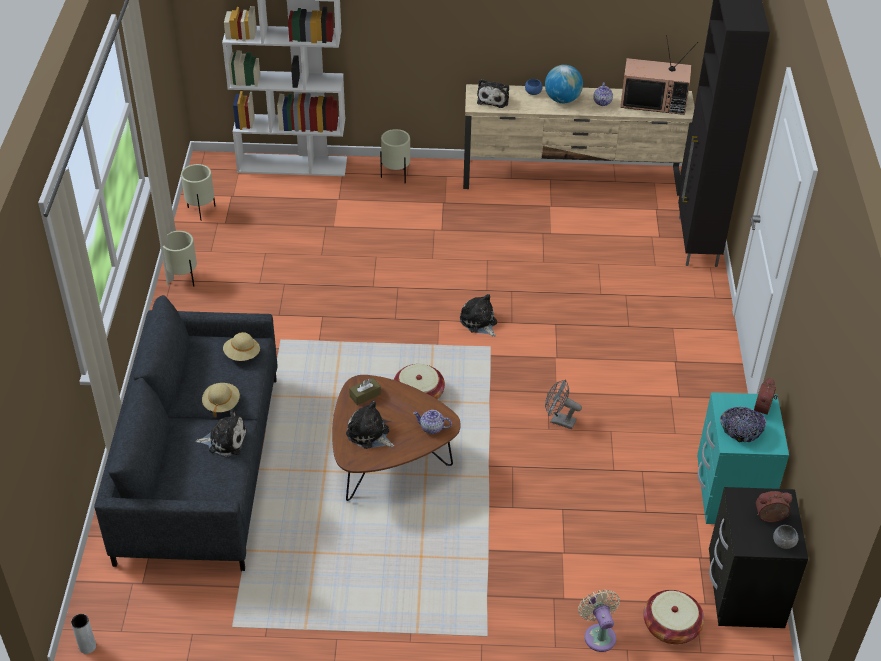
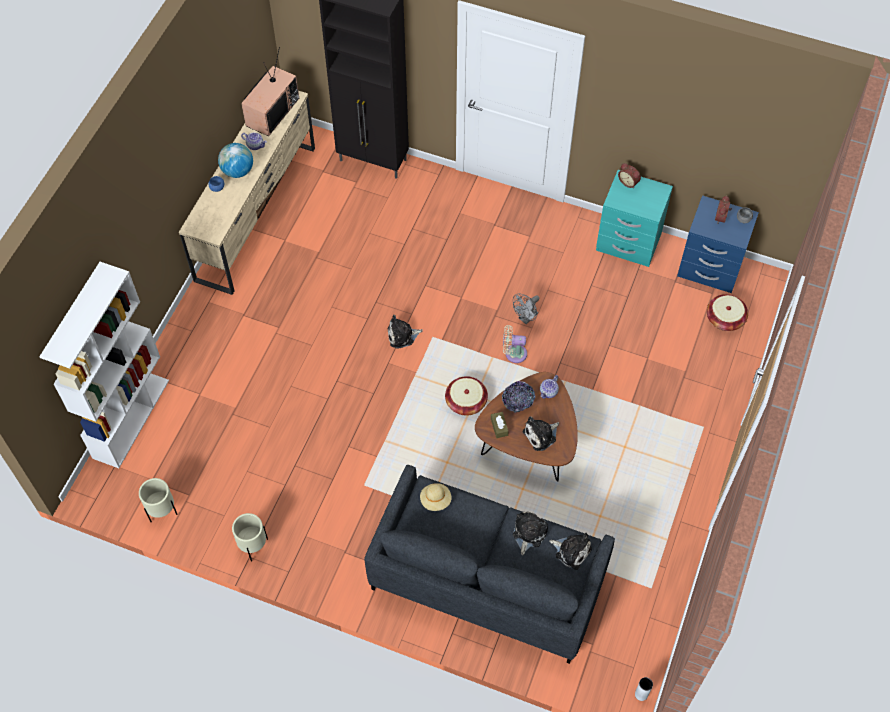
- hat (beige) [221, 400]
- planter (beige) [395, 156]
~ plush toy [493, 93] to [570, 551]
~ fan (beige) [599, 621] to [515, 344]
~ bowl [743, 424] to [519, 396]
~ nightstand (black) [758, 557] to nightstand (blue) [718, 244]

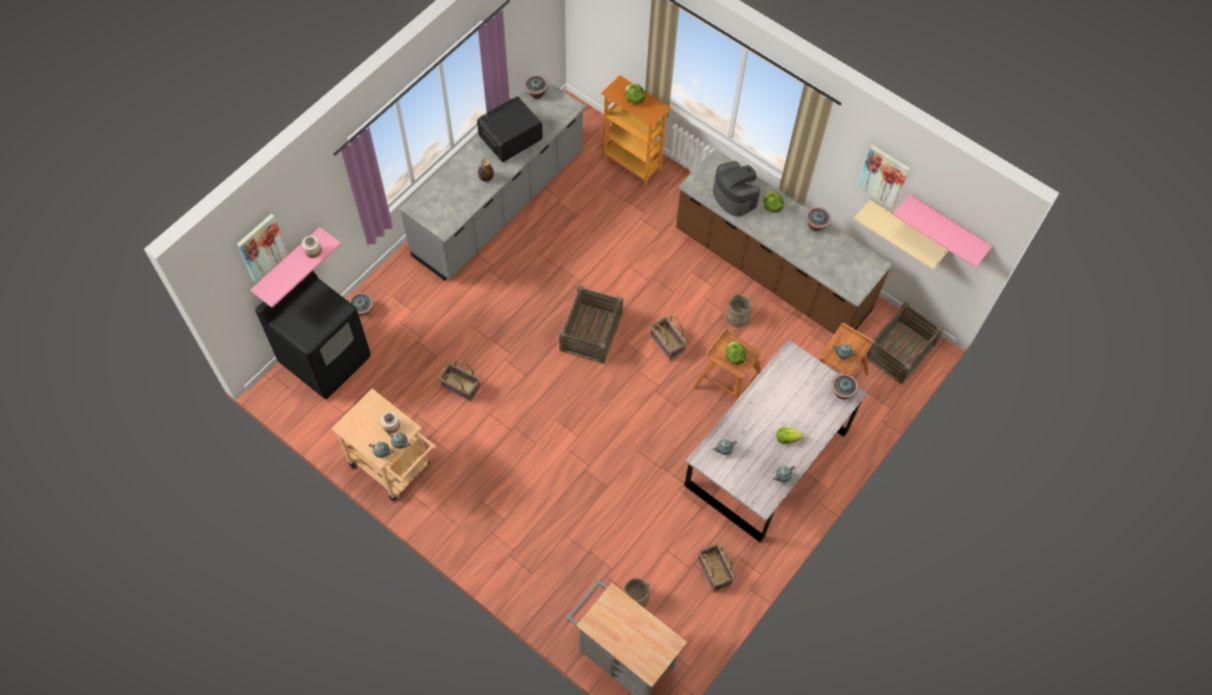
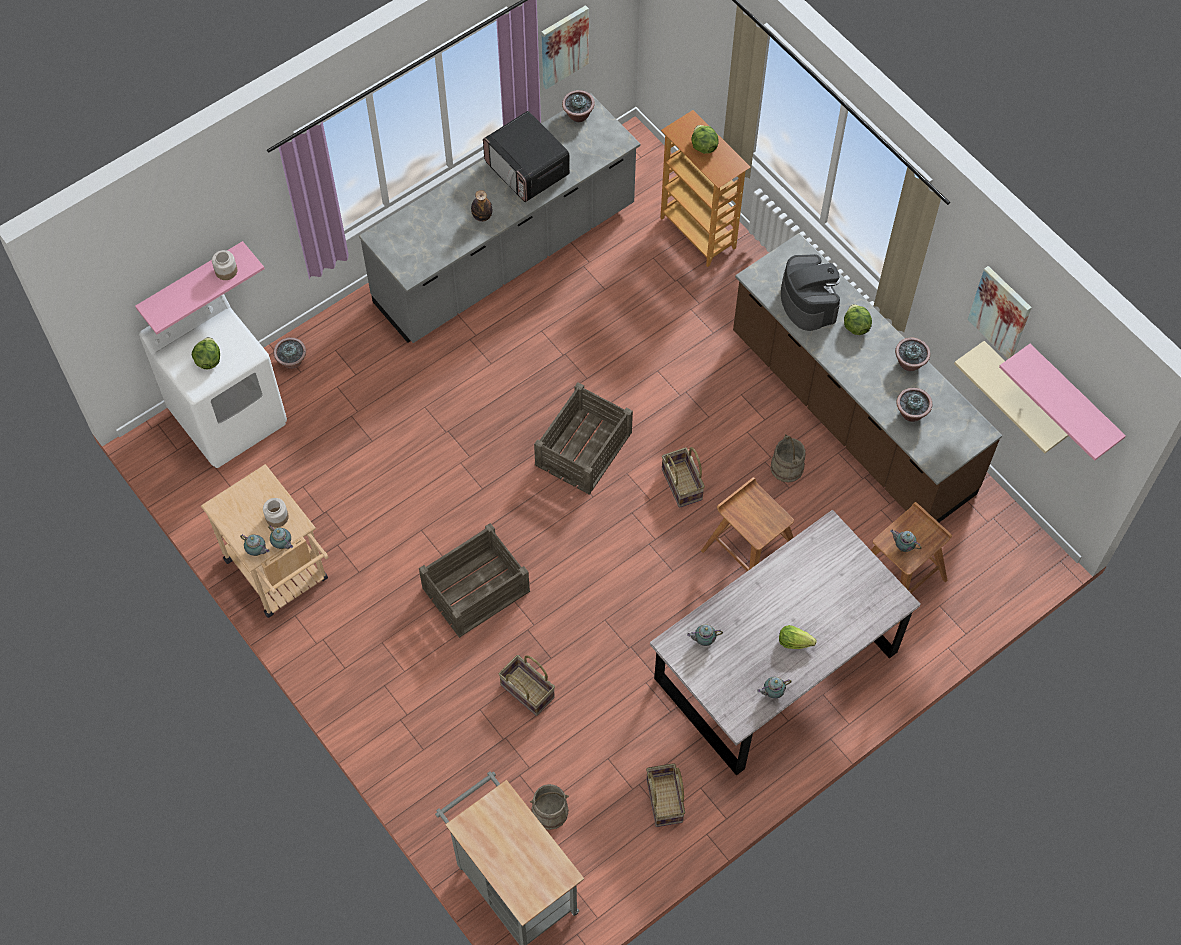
~ picture [263, 248] to [565, 47]
~ basket [459, 380] to [526, 685]
~ lettuce [735, 353] to [206, 353]
~ potted plant [844, 386] to [914, 405]
~ crate [905, 343] to [474, 580]
~ washing machine (black) [313, 335] to washing machine (white) [213, 381]
~ microwave [510, 129] = [526, 156] 105 degrees counterclockwise

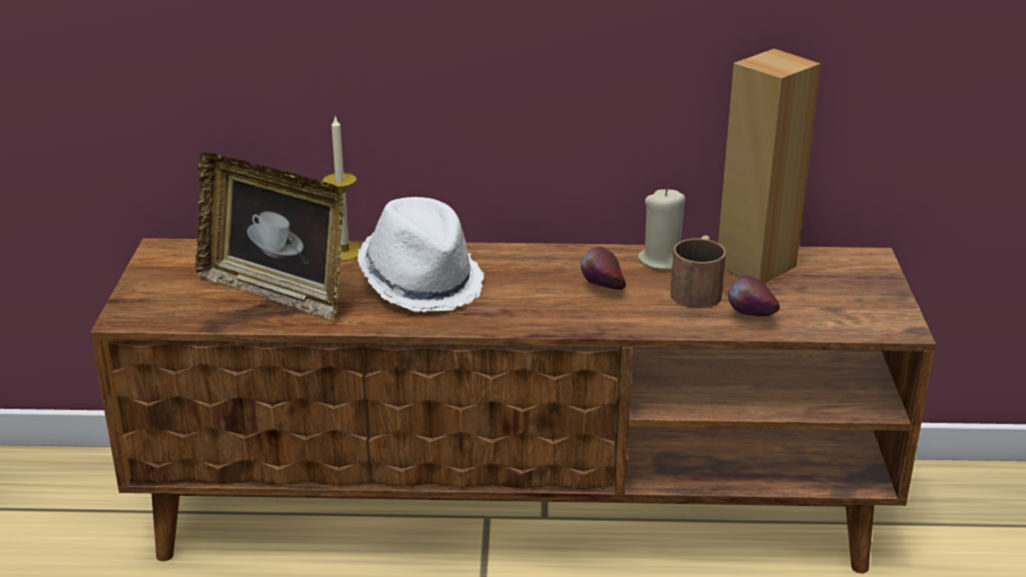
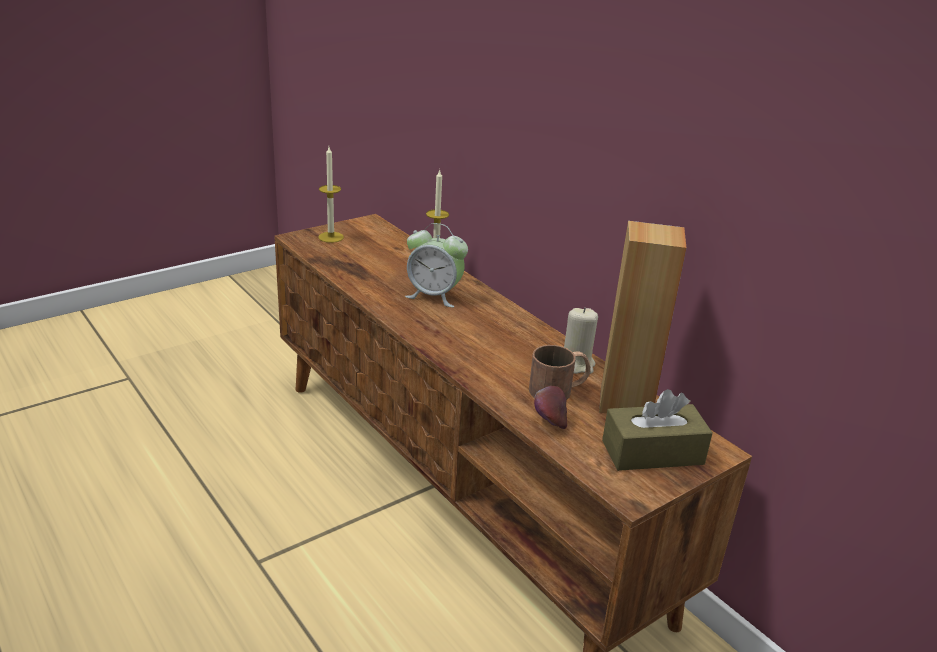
- picture frame [269, 237]
- apple [603, 268]
+ candle [331, 195]
+ tissue box (brown) [657, 430]
~ hat (white) [421, 254] to alarm clock [436, 265]

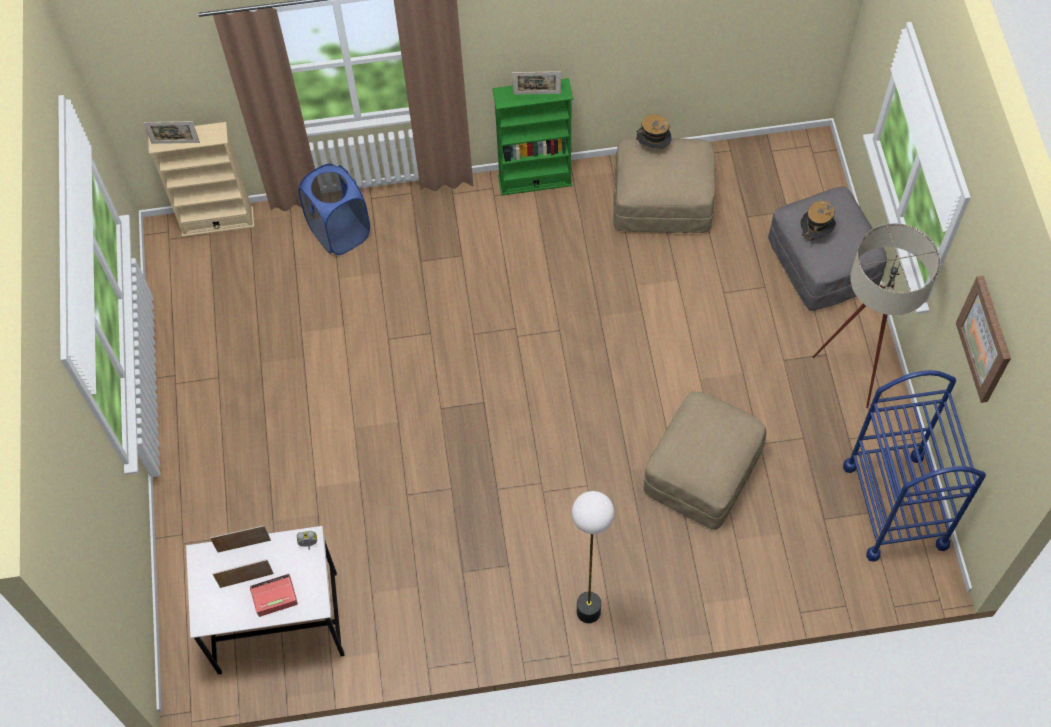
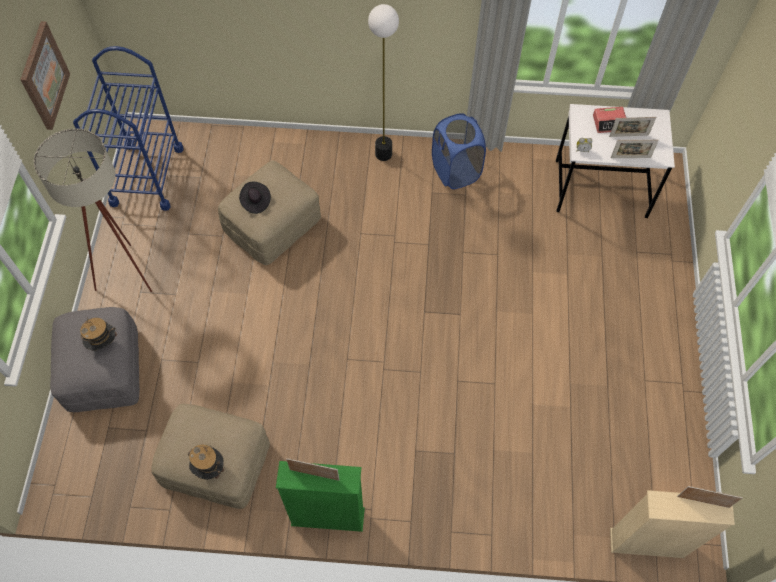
+ hat (black) [255, 198]
~ laundry basket (blue) [334, 209] to [459, 151]

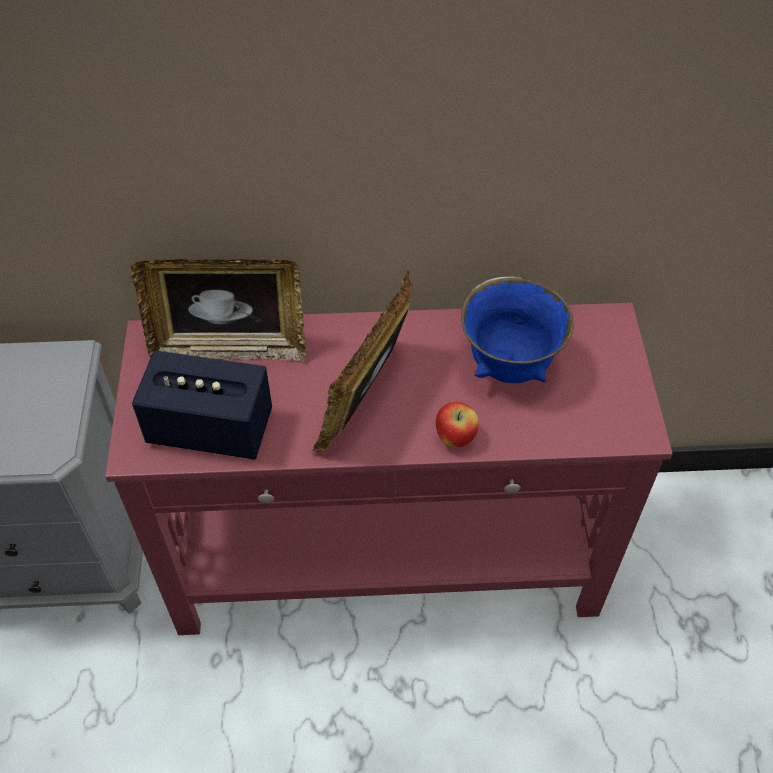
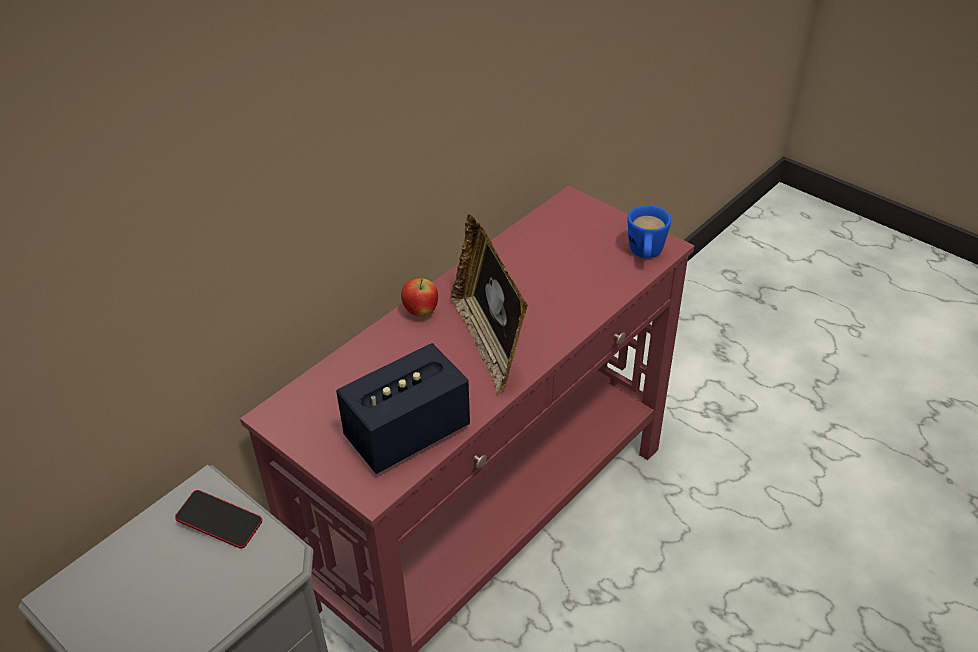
- picture frame [218, 310]
- bowl (blue) [517, 329]
+ phone [218, 519]
+ mug (blue) [649, 231]
~ apple [457, 425] to [419, 297]

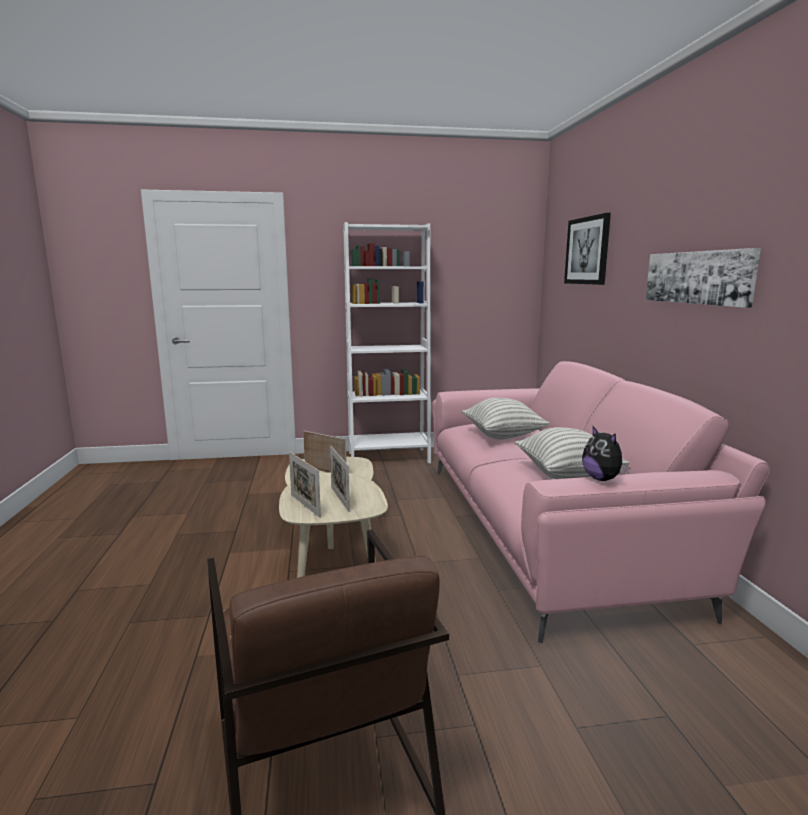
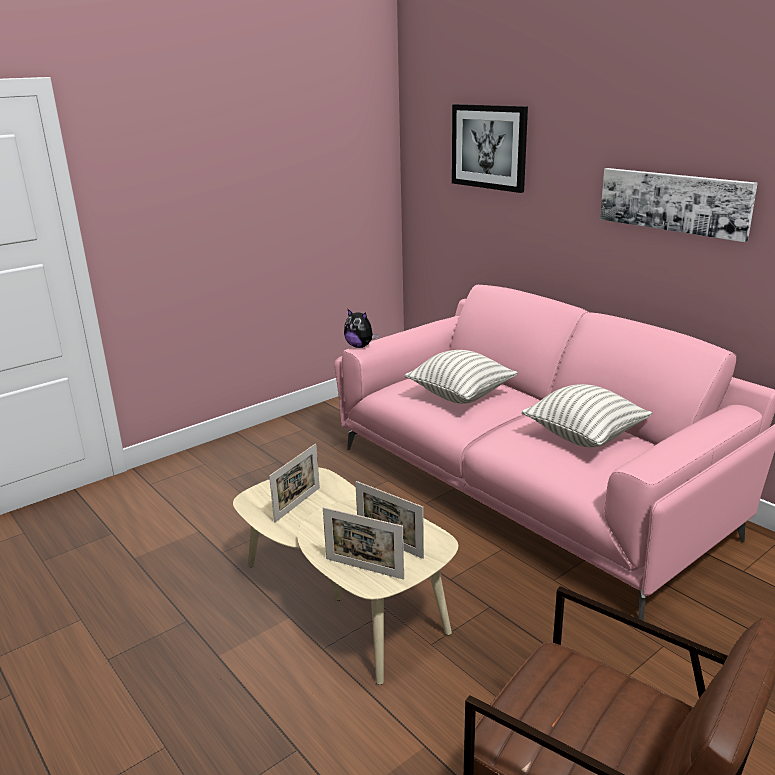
- bookcase (white) [387, 342]
~ plush toy [606, 453] to [361, 328]
~ picture frame [324, 452] = [294, 483] 120 degrees clockwise

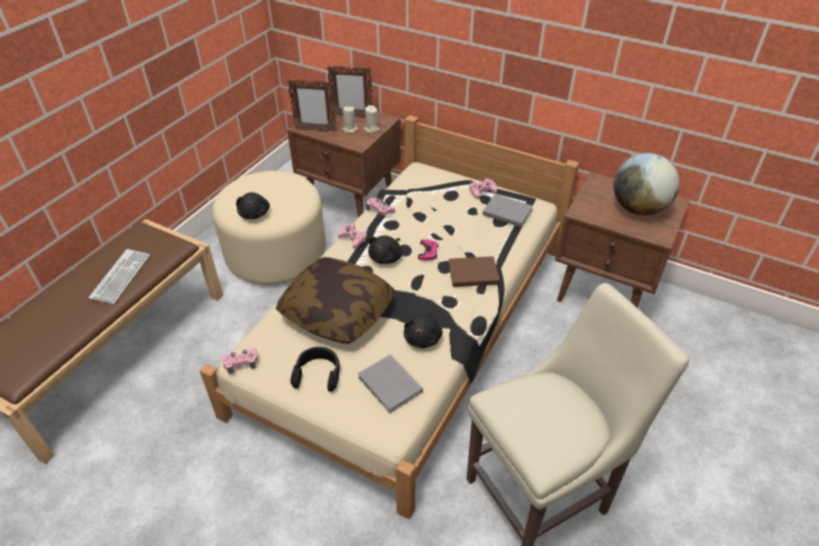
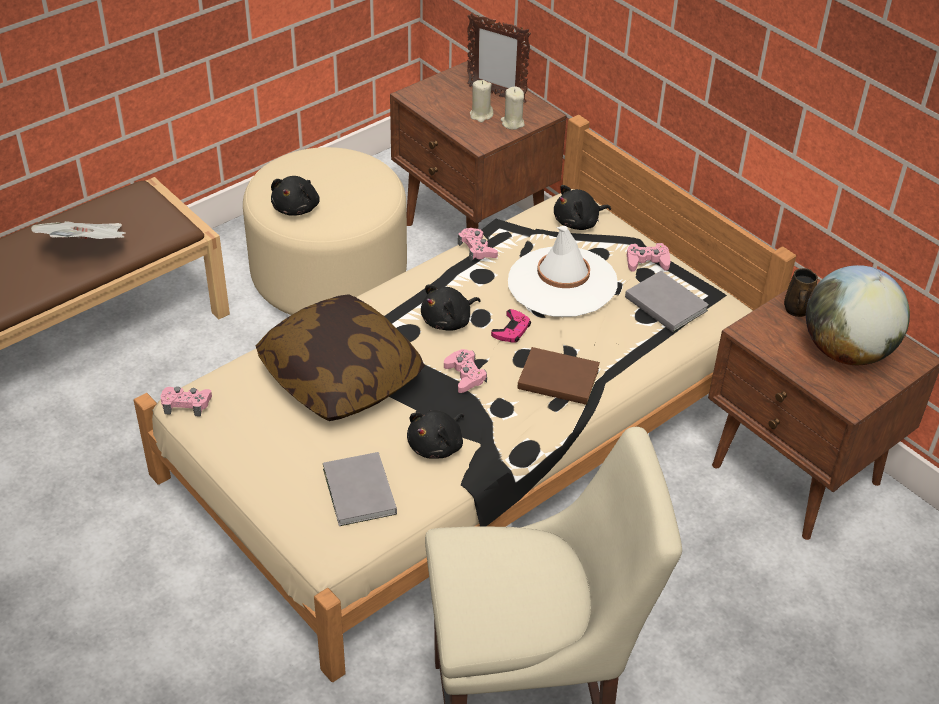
- picture frame [312, 106]
- headphones (black) [315, 369]
+ hat (white) [563, 271]
+ plush toy (black) [582, 207]
+ mug (brown) [801, 292]
~ game controller (pink) [352, 236] to [465, 371]
~ keyboard [119, 276] to newspaper [78, 230]

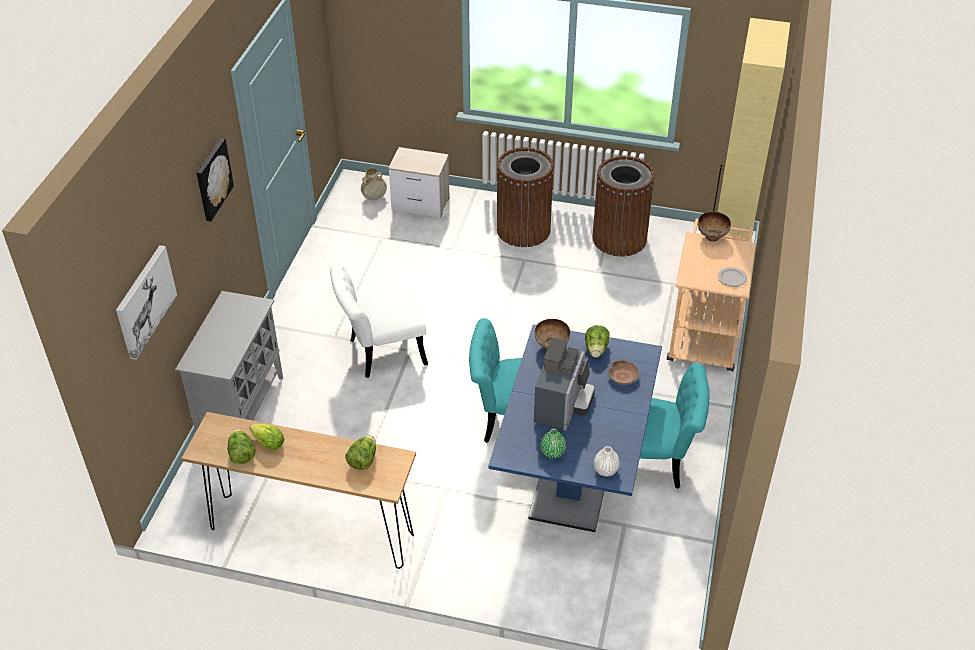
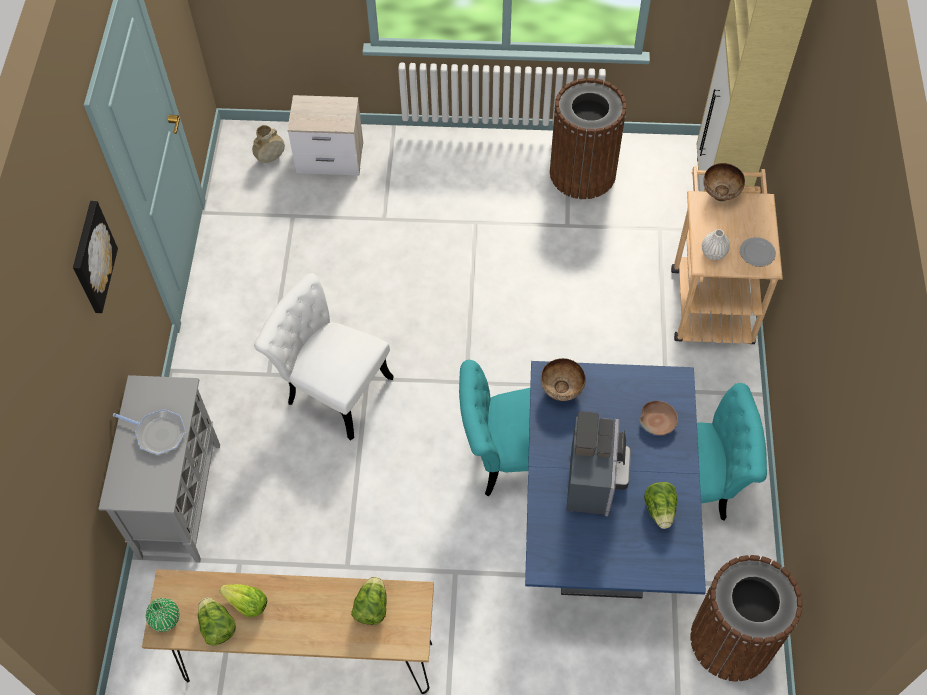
- picture [146, 302]
+ frying pan [149, 432]
~ trash can (brown) [525, 197] to [746, 618]
~ vase (green) [553, 443] to [162, 615]
~ lettuce [597, 341] to [661, 505]
~ vase (white) [607, 461] to [716, 244]
~ chair (white) [379, 320] = [324, 357] 60 degrees clockwise

